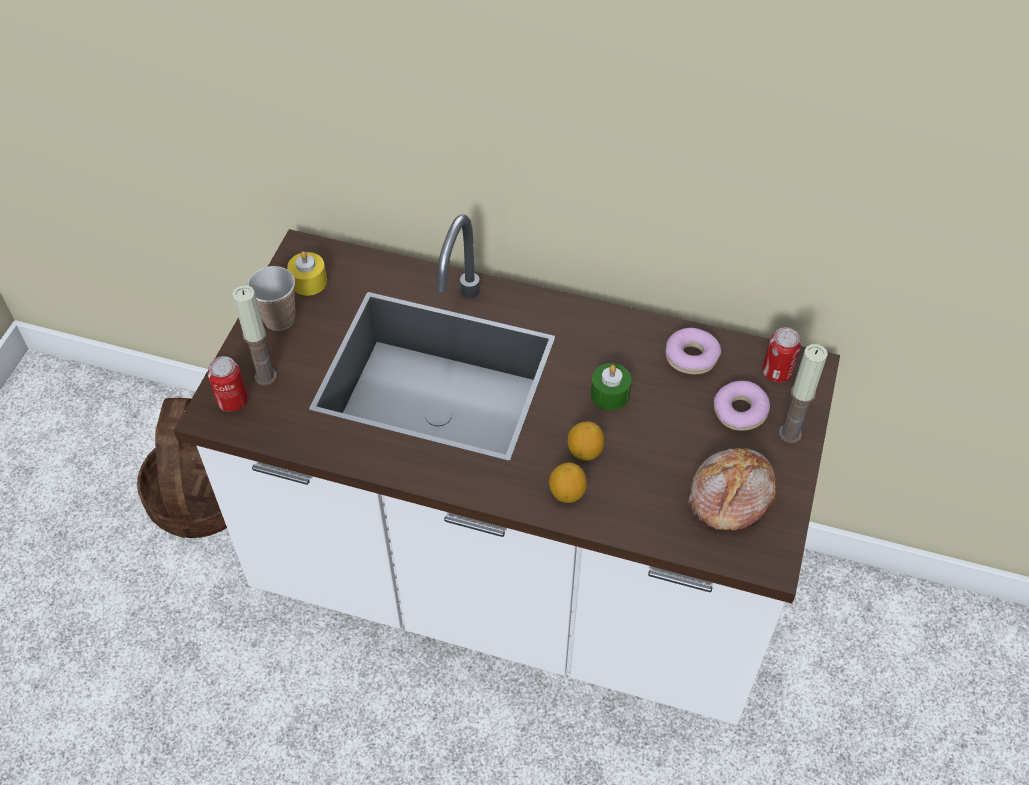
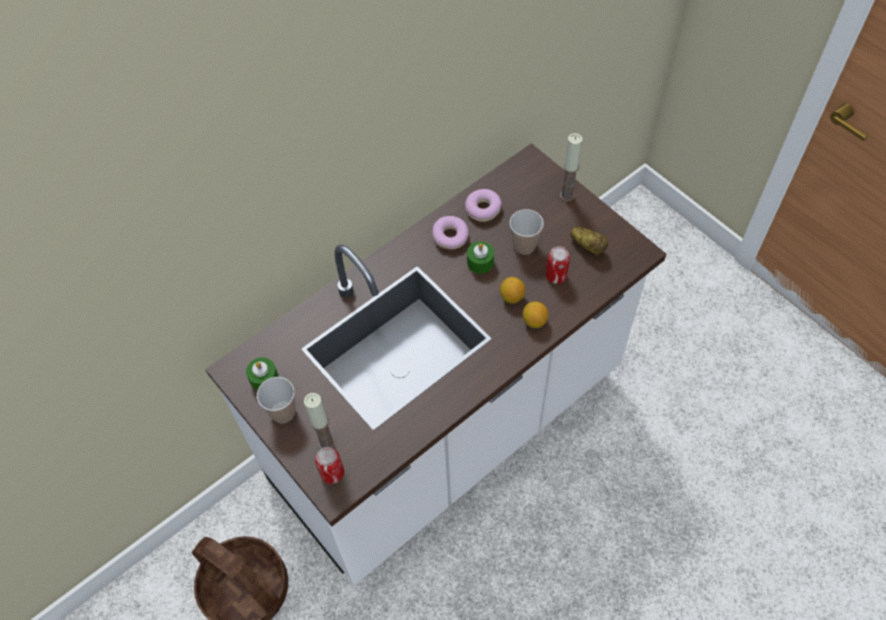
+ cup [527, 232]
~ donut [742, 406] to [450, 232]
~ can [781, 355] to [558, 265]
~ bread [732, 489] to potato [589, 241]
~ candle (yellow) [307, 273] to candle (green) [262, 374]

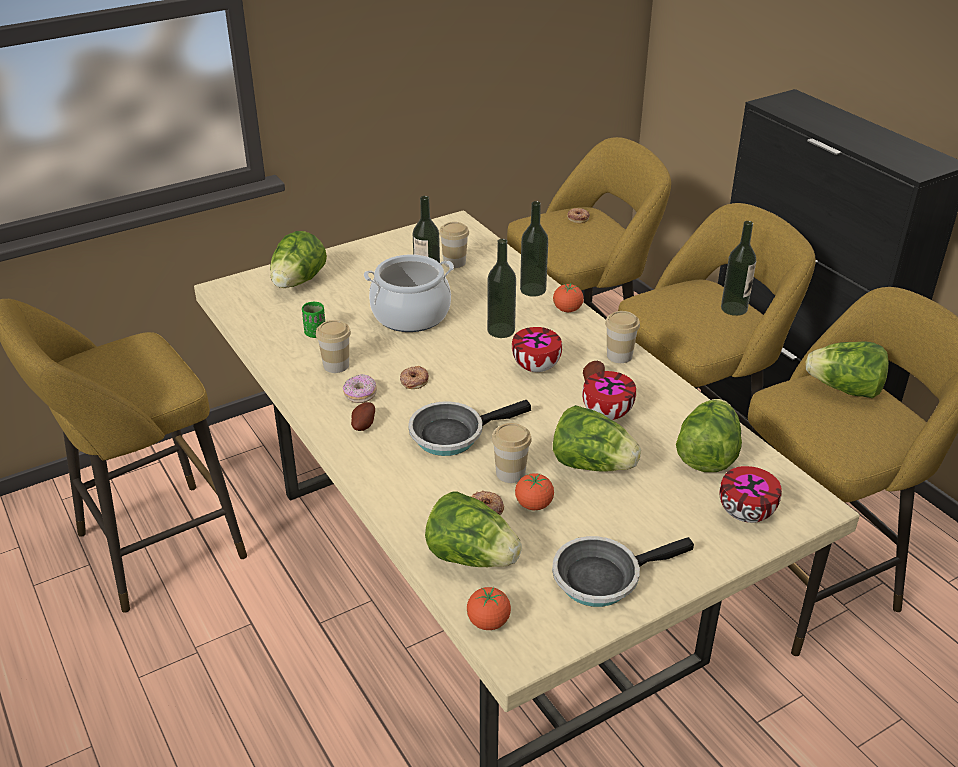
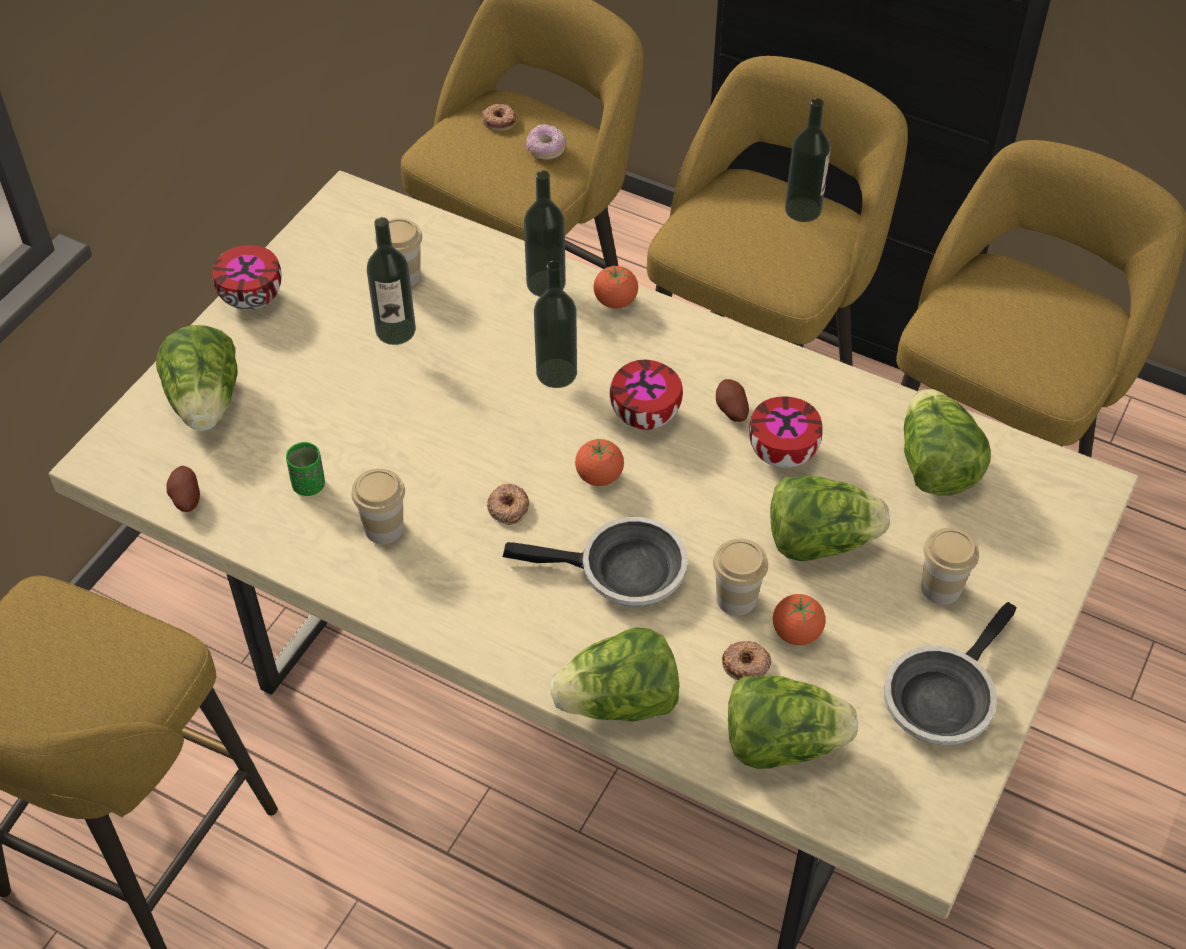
- cooking pot [409, 293]
~ donut [360, 388] to [546, 142]
~ potato [363, 416] to [183, 489]
~ tomato [489, 608] to [599, 462]
~ cup [622, 337] to [950, 566]
~ bowl [750, 494] to [246, 277]
~ lettuce [847, 369] to [614, 674]
~ frying pan [469, 428] = [595, 562] 120 degrees counterclockwise

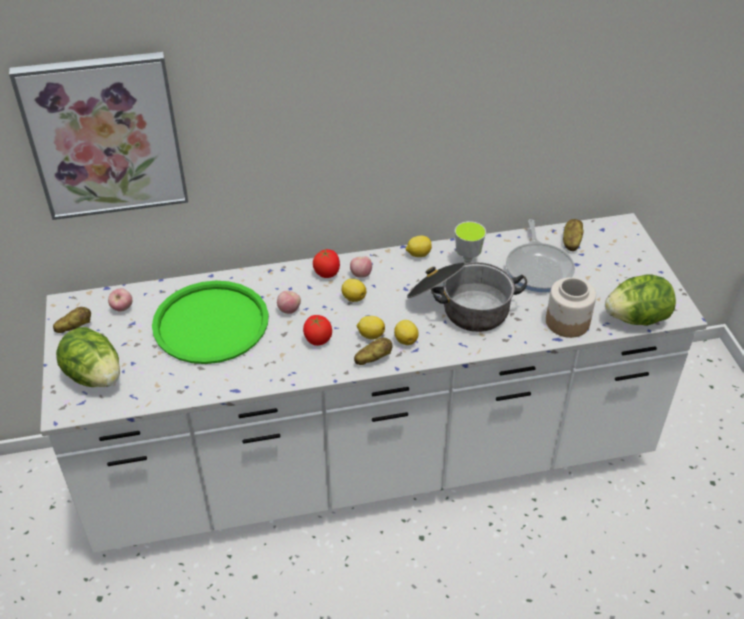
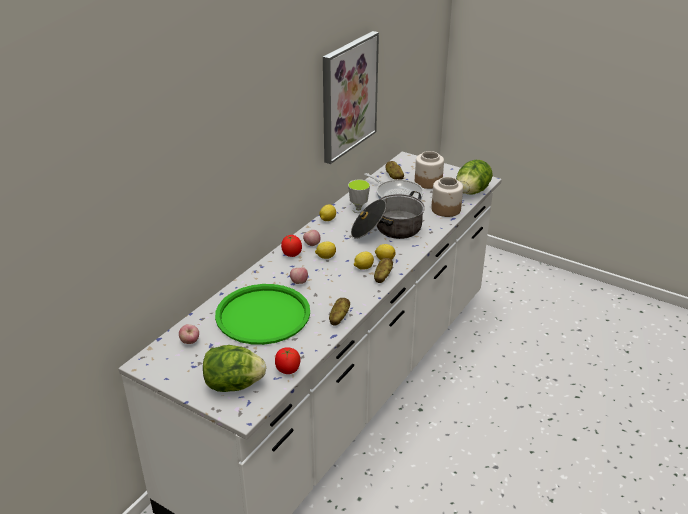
+ jar [429, 170]
~ picture [98, 136] to [351, 97]
~ potato [72, 320] to [339, 312]
~ tomato [317, 330] to [287, 360]

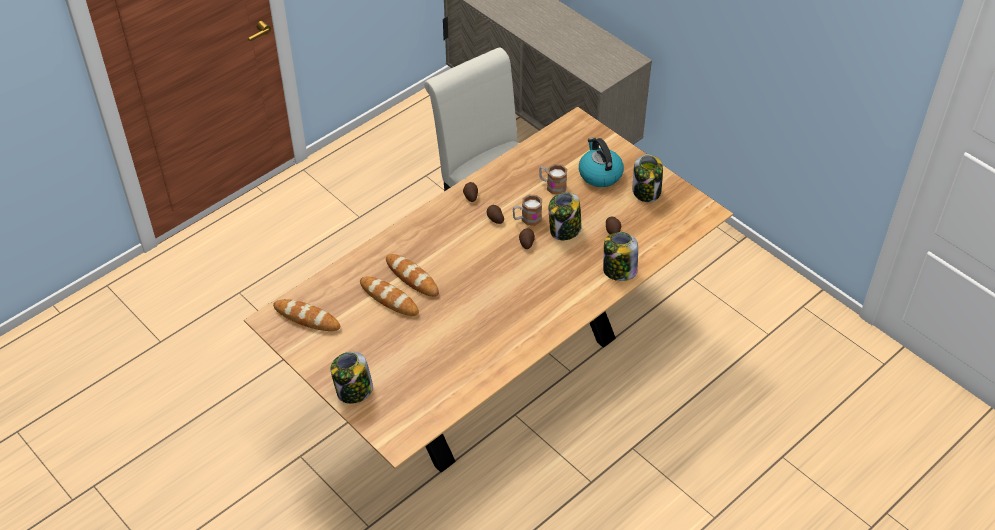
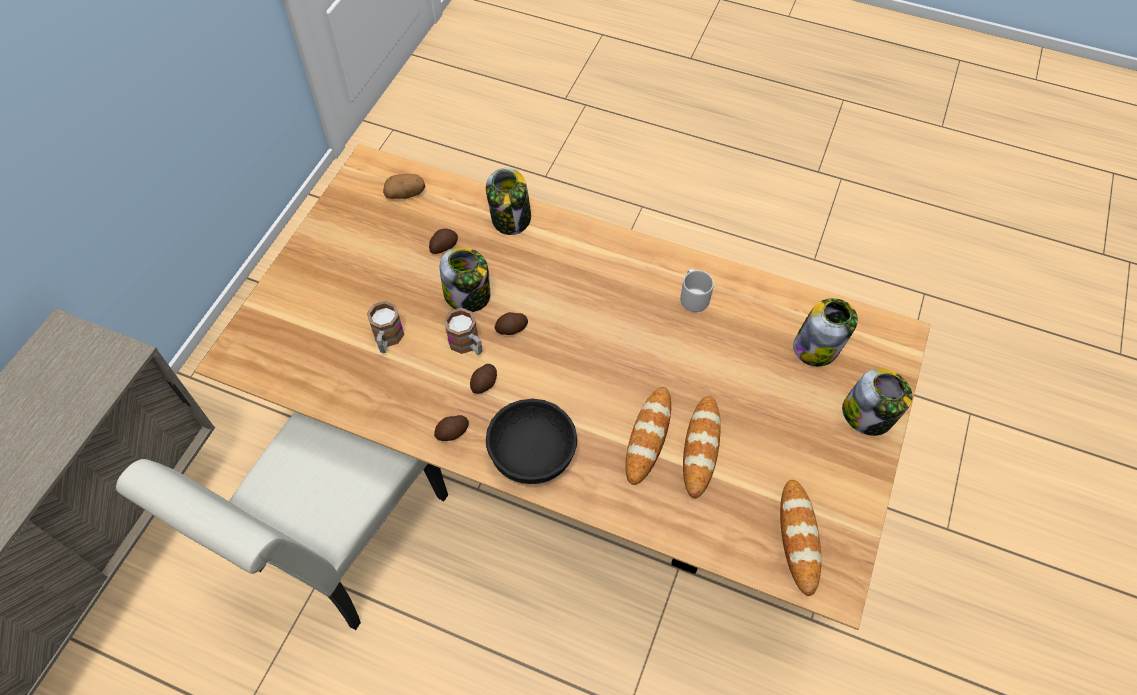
- kettle [601, 162]
+ potato [404, 186]
+ bowl (black) [531, 441]
+ mug (grey) [697, 290]
~ jar [648, 178] to [825, 332]

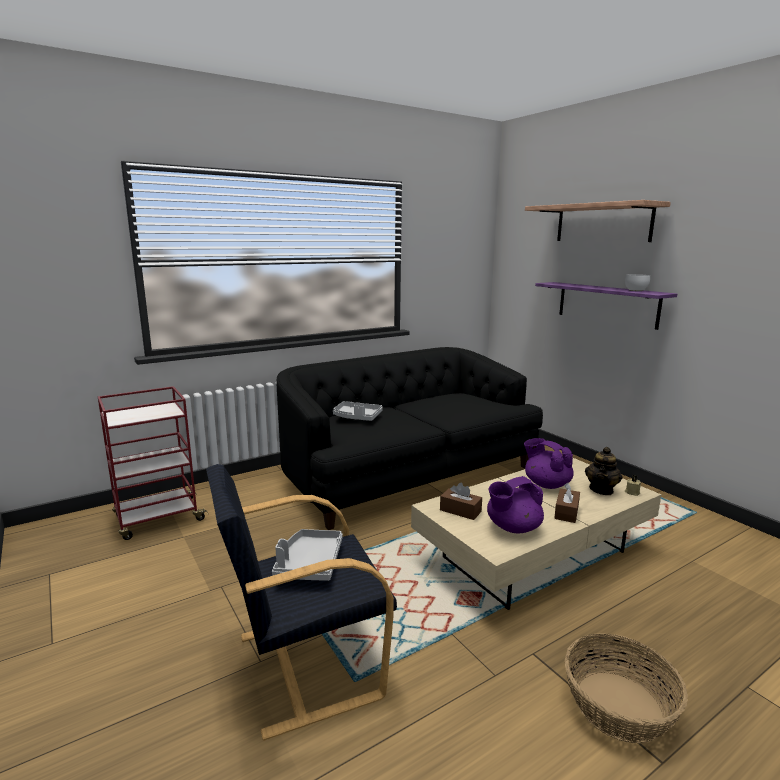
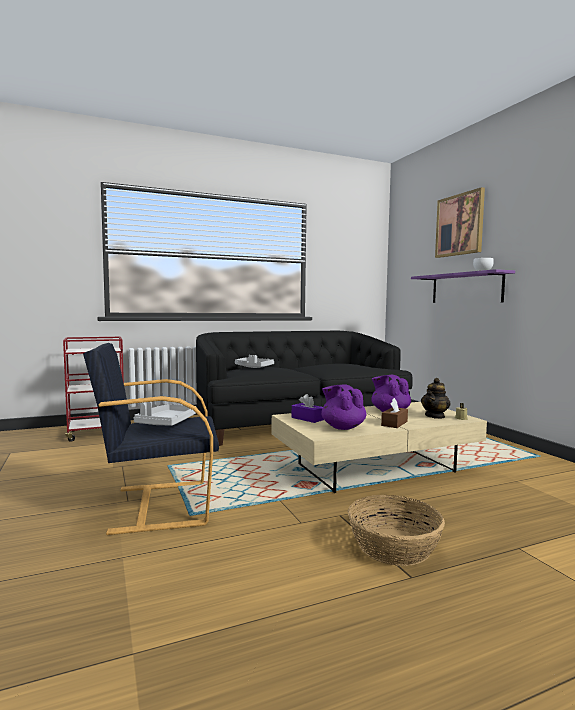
~ shelf [598, 221] to picture [460, 222]
~ tissue box (brown) [461, 501] to tissue box (purple) [308, 408]
~ teapot (purple) [515, 504] = [344, 407] 75 degrees clockwise

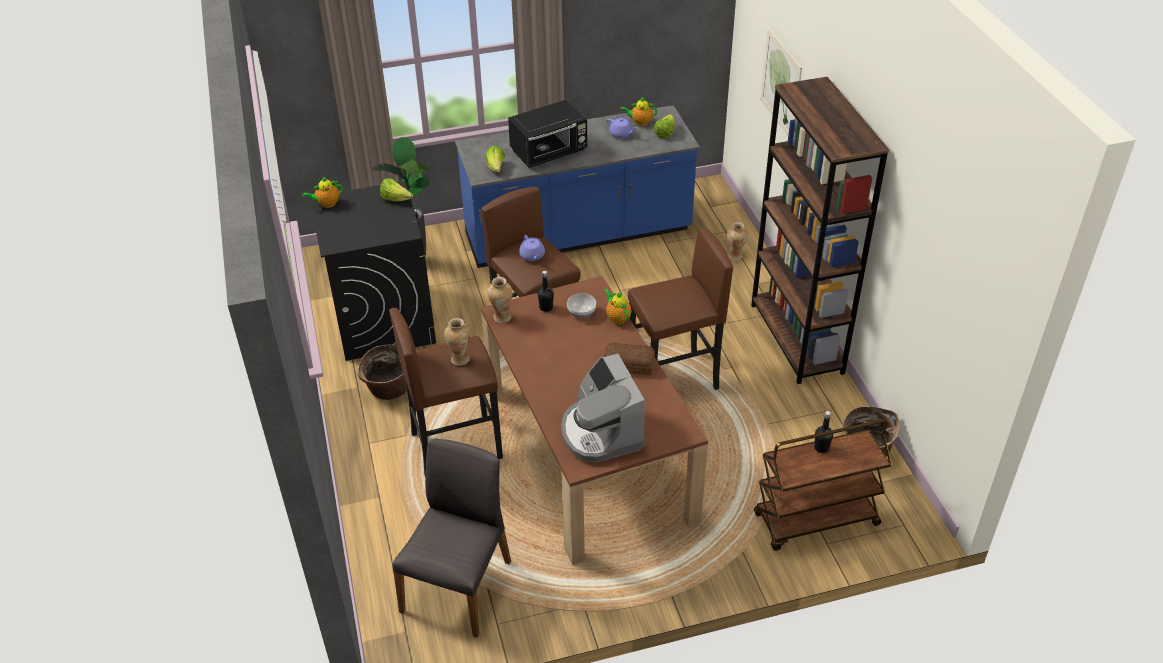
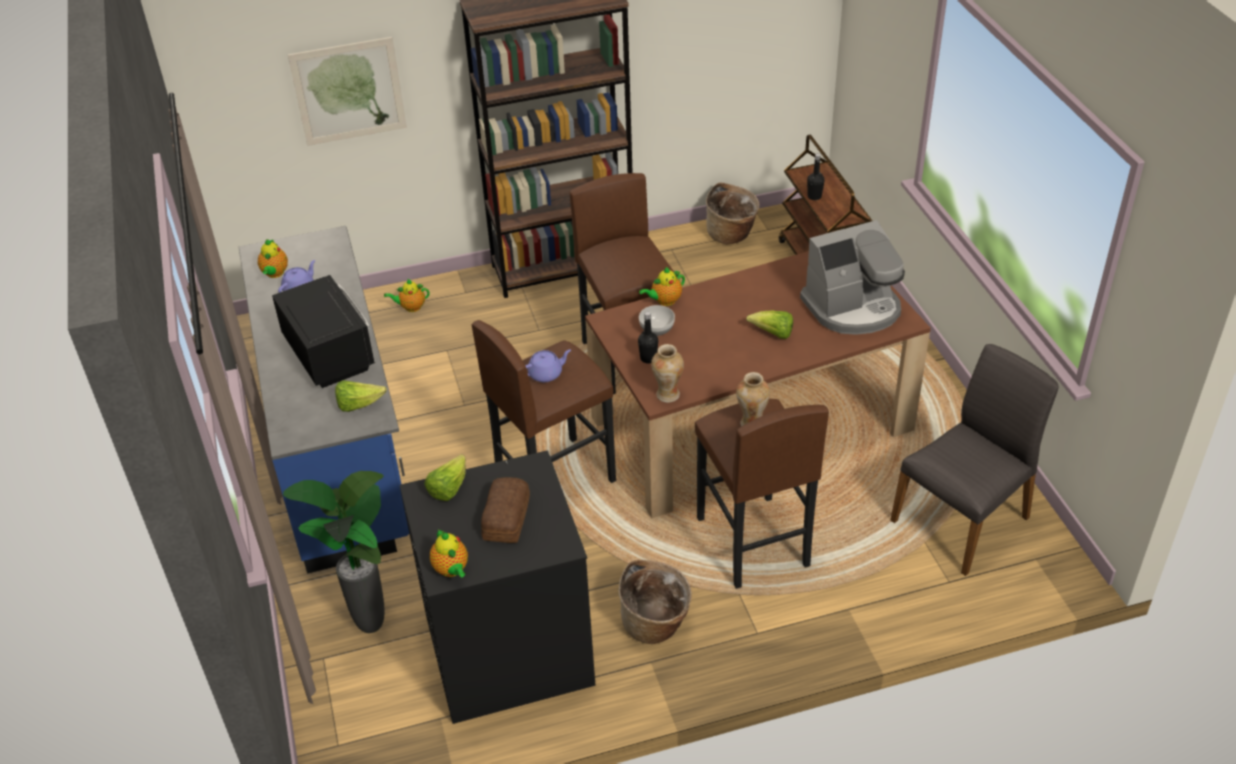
~ bread [629, 359] to [505, 510]
~ lettuce [664, 126] to [769, 325]
~ vase [737, 241] to teapot [407, 295]
~ chair (grey) [451, 538] = [974, 460] 120 degrees clockwise

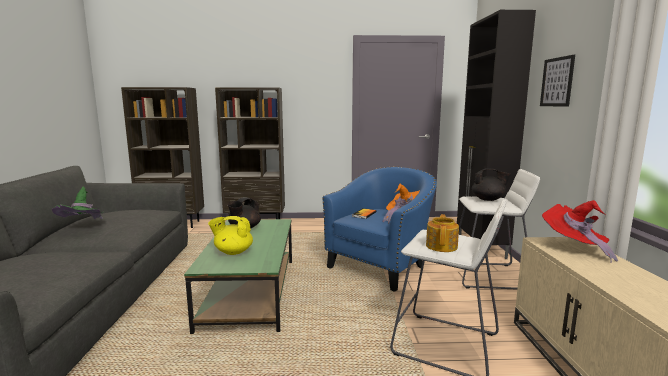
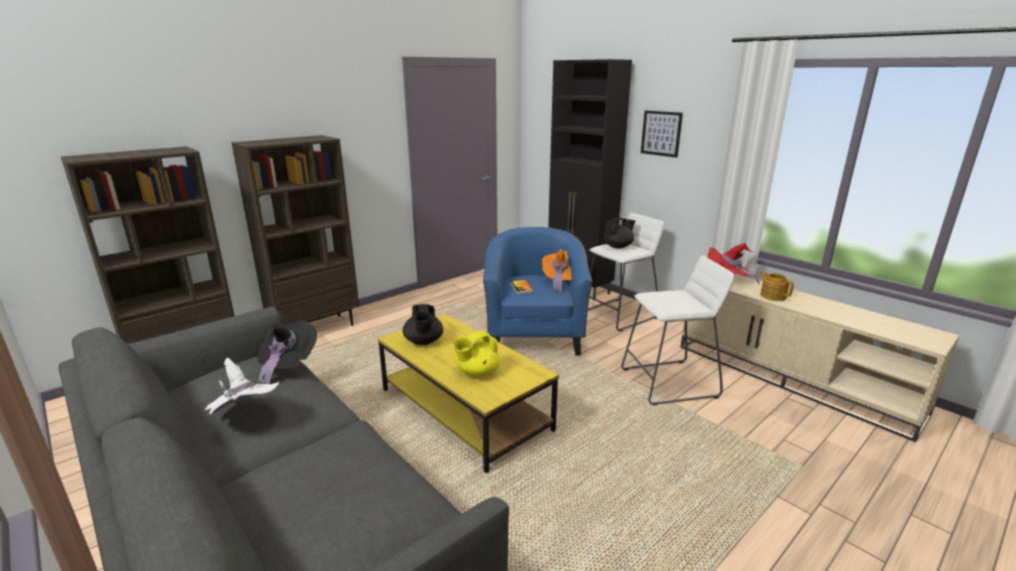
+ hat (black) [287, 352]
~ teapot [442, 233] to [777, 286]
~ hat (green) [77, 203] to hat (white) [242, 386]
~ coffee table (green) [238, 276] to coffee table (yellow) [468, 394]

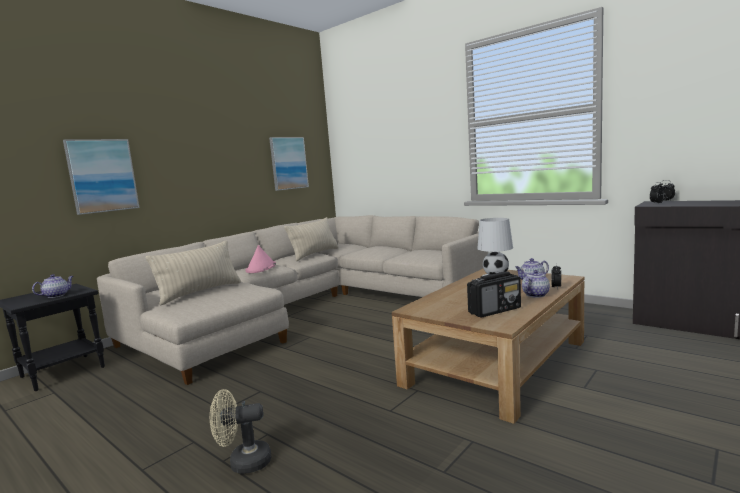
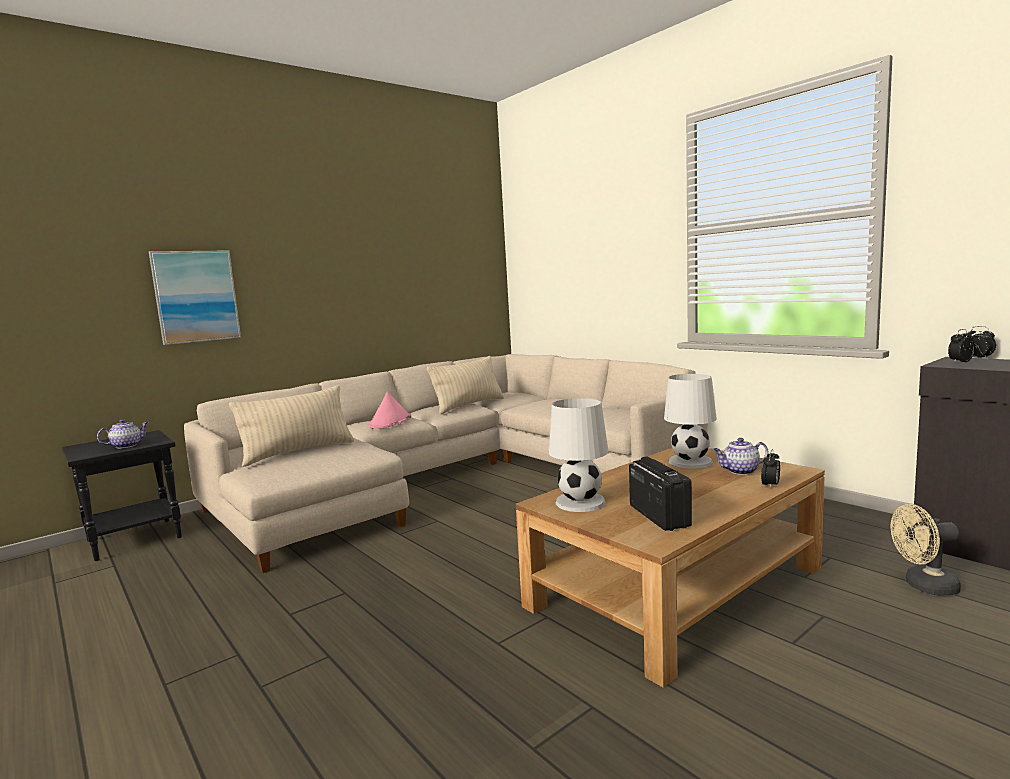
- picture [289, 164]
- teapot [536, 284]
+ table lamp (white) [578, 455]
~ fan (beige) [240, 431] to [926, 550]
~ radio [494, 294] = [660, 494] 90 degrees counterclockwise

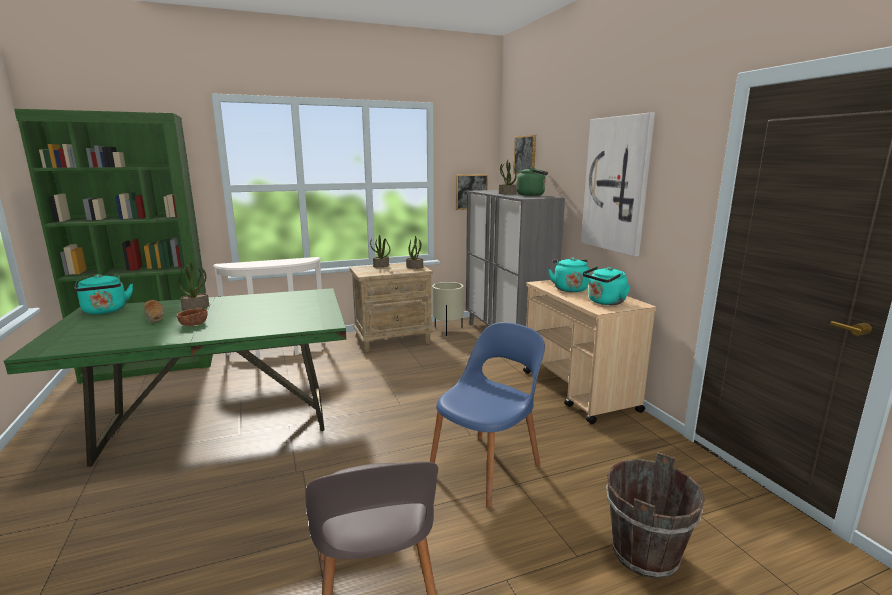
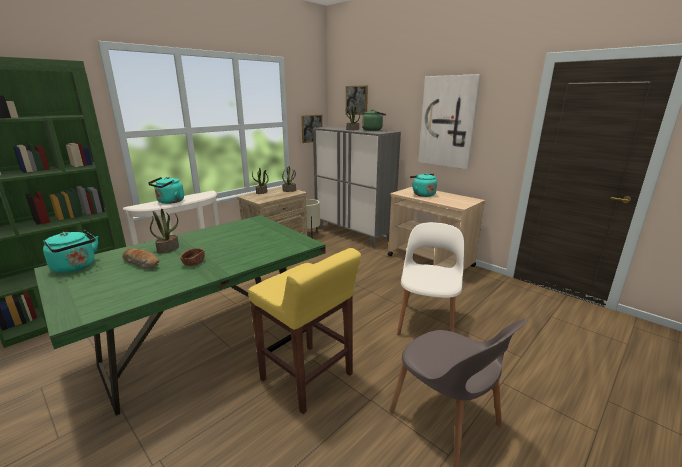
- bucket (brown) [655, 515]
+ stool (yellow) [304, 331]
~ kettle (turquoise) [606, 285] to [166, 190]
~ chair (blue) [487, 415] to chair (white) [430, 279]

